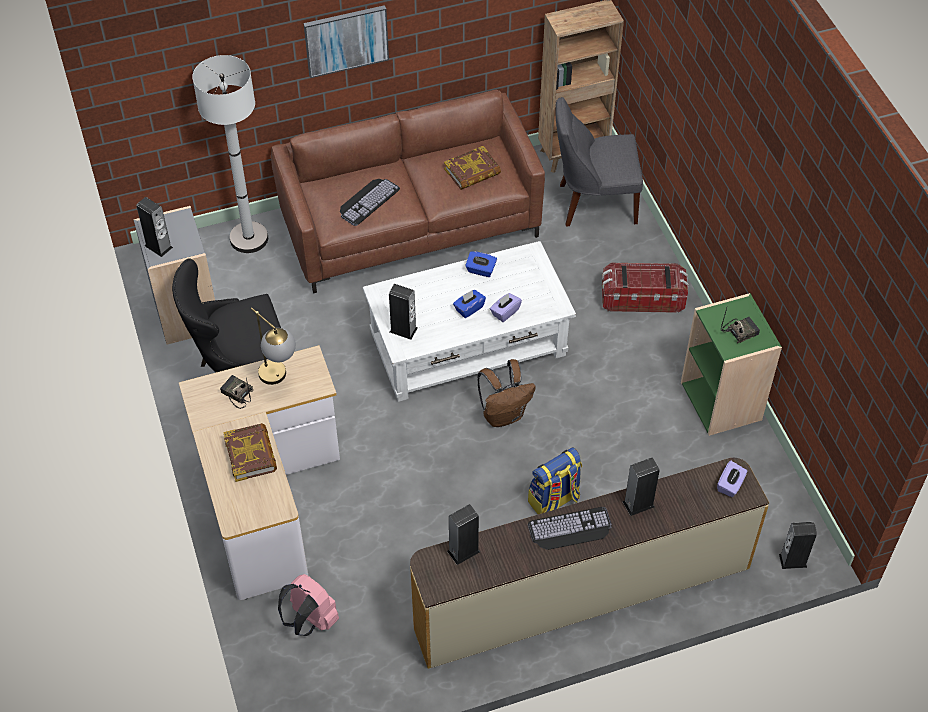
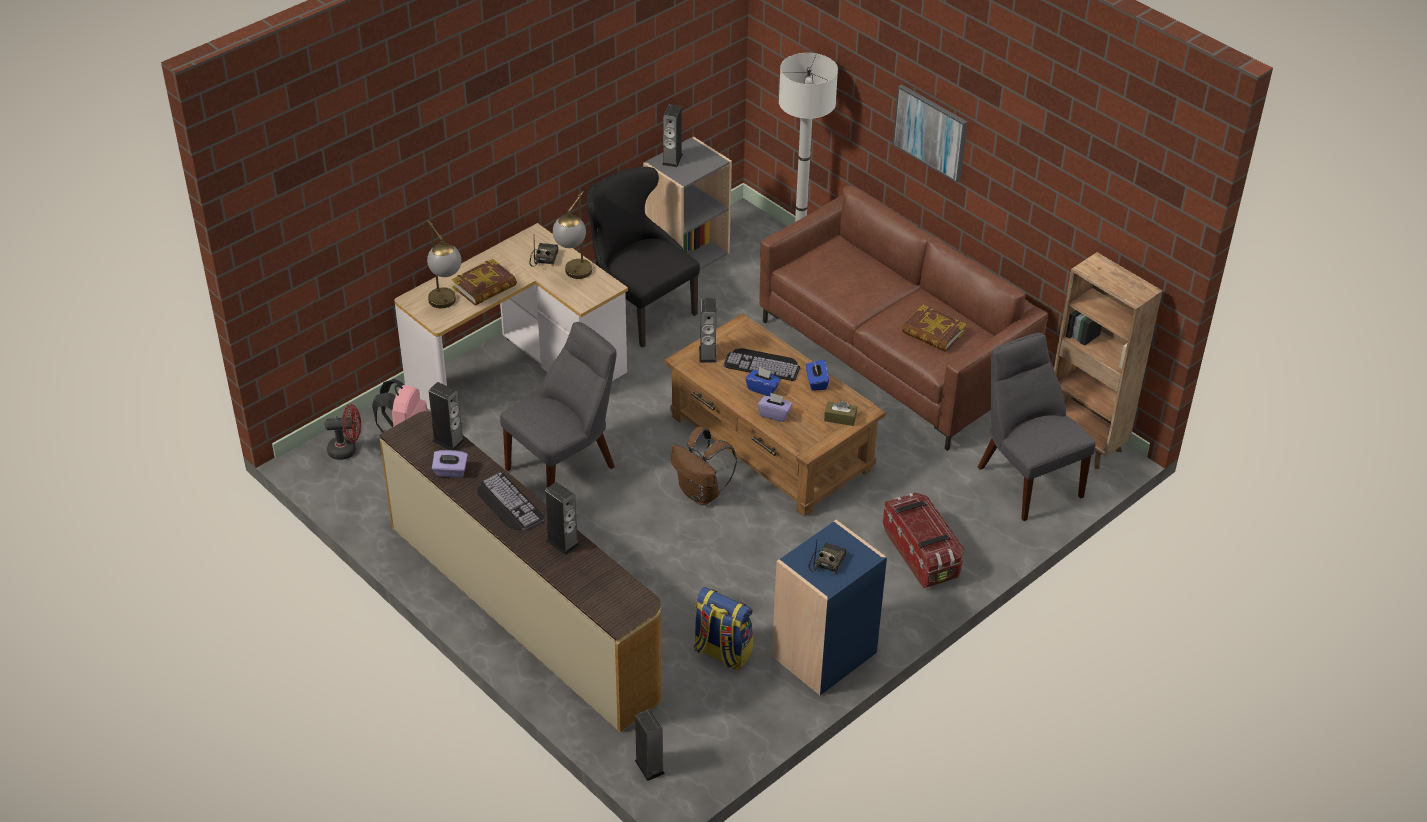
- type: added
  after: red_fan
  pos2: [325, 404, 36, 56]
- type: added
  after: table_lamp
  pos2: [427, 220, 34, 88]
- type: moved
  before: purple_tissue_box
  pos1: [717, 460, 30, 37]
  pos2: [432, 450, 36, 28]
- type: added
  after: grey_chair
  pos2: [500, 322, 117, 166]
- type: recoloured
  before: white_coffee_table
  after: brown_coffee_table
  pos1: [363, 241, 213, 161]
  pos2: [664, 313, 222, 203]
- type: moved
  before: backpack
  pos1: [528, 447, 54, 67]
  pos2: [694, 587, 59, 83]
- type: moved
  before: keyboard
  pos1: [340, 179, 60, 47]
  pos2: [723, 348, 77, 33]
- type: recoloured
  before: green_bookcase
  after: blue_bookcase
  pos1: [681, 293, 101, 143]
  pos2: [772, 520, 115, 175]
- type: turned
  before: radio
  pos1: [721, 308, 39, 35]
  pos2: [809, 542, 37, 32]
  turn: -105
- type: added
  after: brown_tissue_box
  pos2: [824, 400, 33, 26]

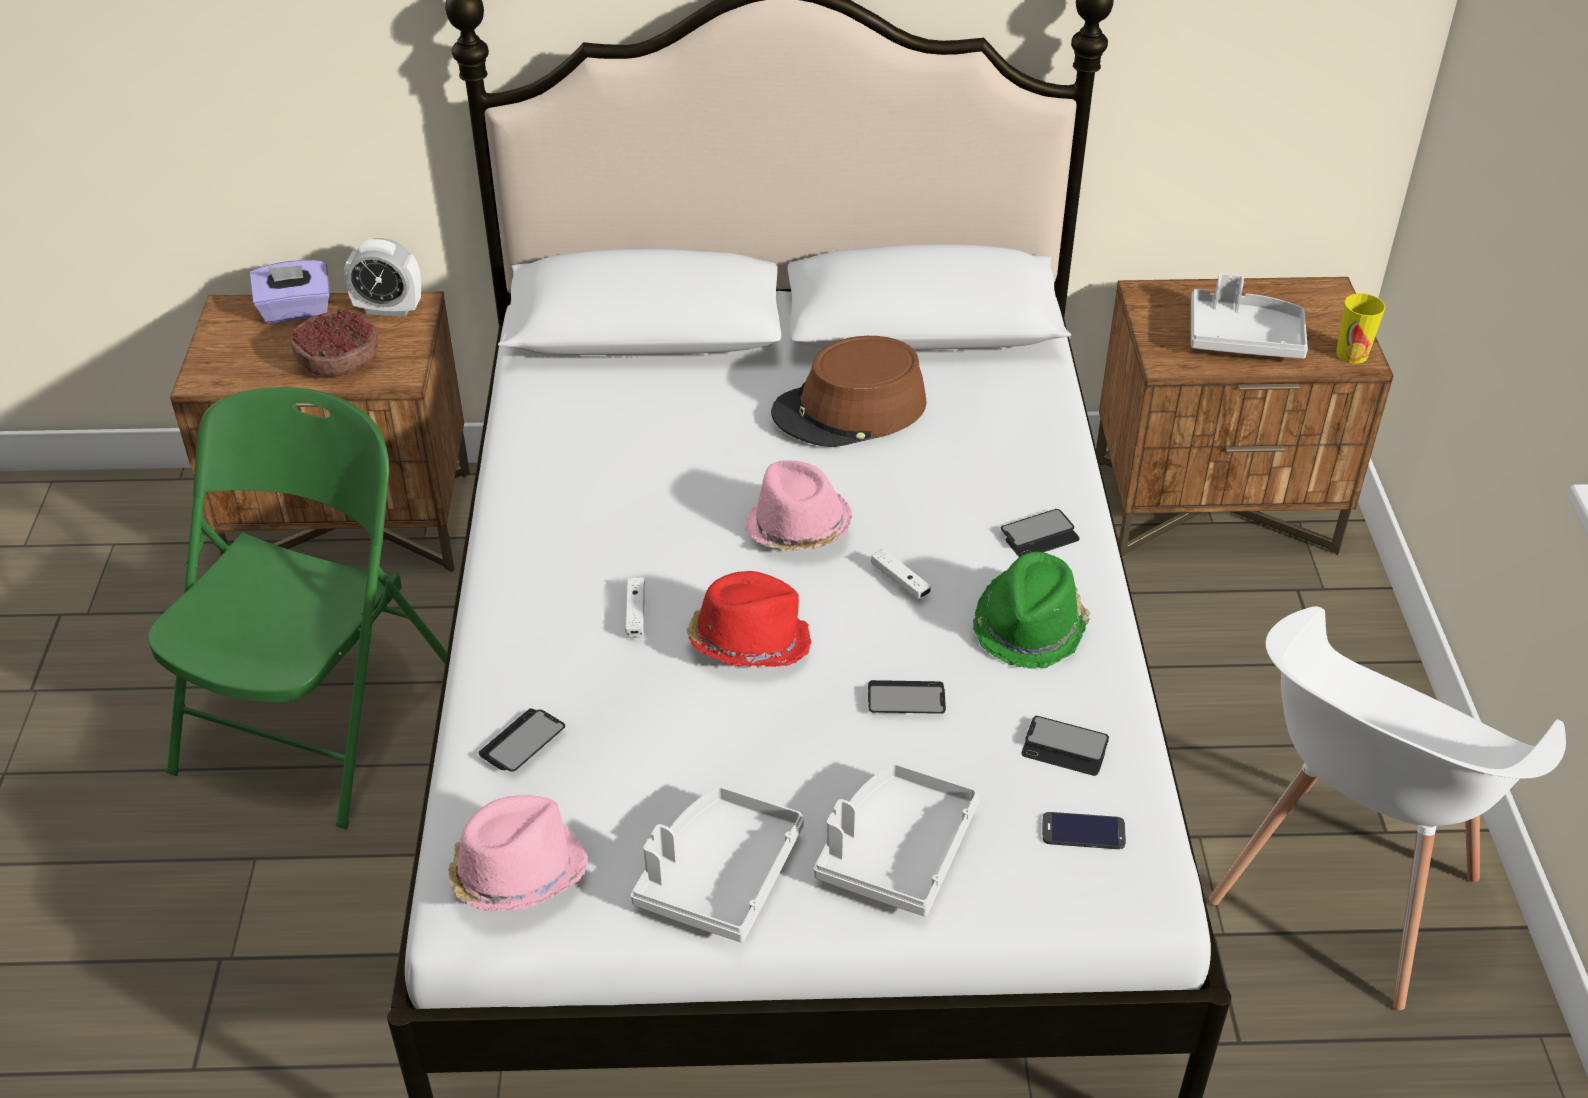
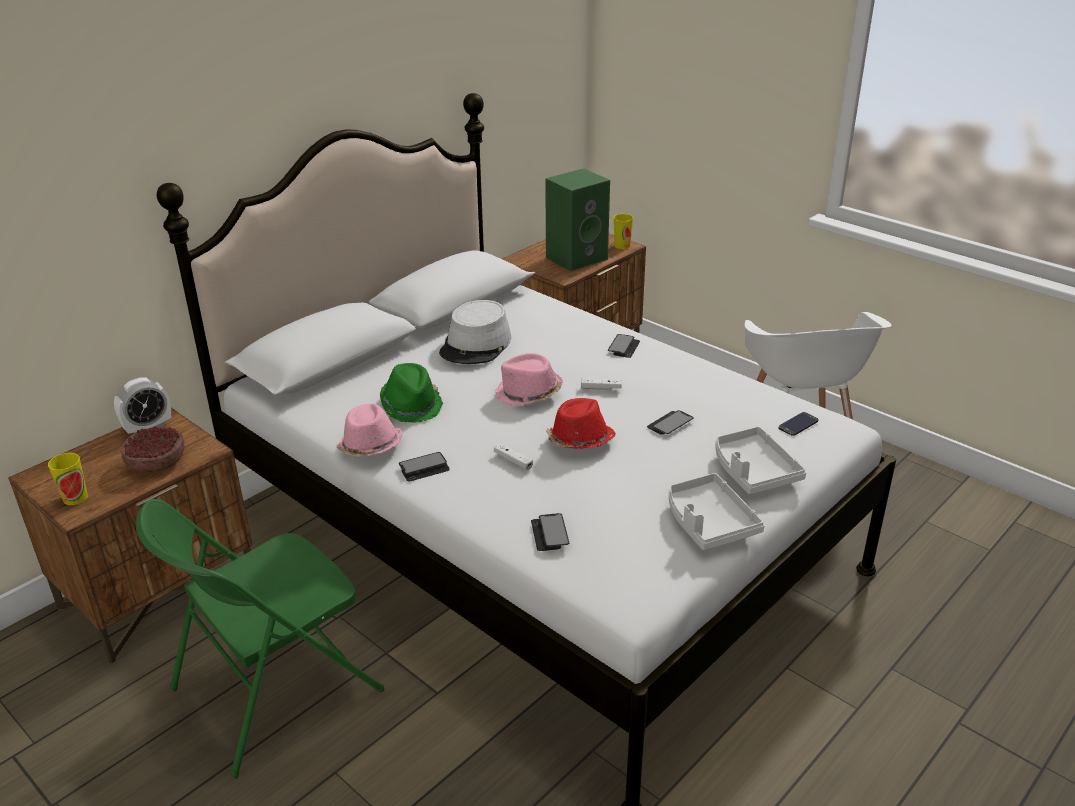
- type: added
  after: cup
  pos2: [48, 453, 40, 52]
- type: turned
  before: green_chair
  pos1: [148, 387, 299, 443]
  pos2: [136, 499, 248, 280]
  turn: -105
- type: moved
  before: pink_hat
  pos1: [448, 795, 140, 116]
  pos2: [336, 404, 67, 53]
- type: moved
  before: green_hat
  pos1: [973, 552, 117, 117]
  pos2: [380, 363, 63, 59]
- type: moved
  before: phone
  pos1: [1022, 716, 87, 60]
  pos2: [399, 452, 51, 30]
- type: recoloured
  before: brown_hat
  after: grey_hat
  pos1: [771, 336, 156, 111]
  pos2: [439, 300, 72, 64]
- type: replaced
  before: grey_tray
  after: green_speaker
  pos1: [1191, 273, 117, 86]
  pos2: [545, 168, 65, 103]
- type: removed
  before: purple_tissue_box
  pos1: [250, 260, 80, 63]

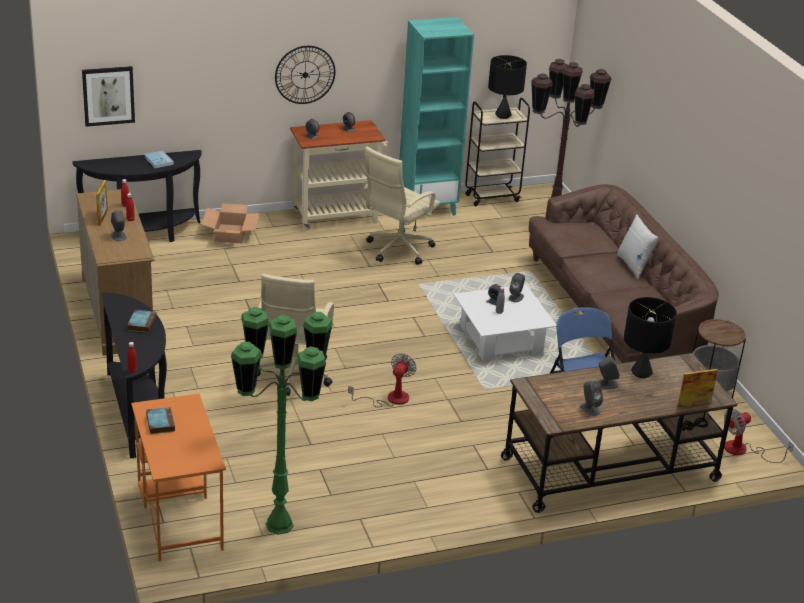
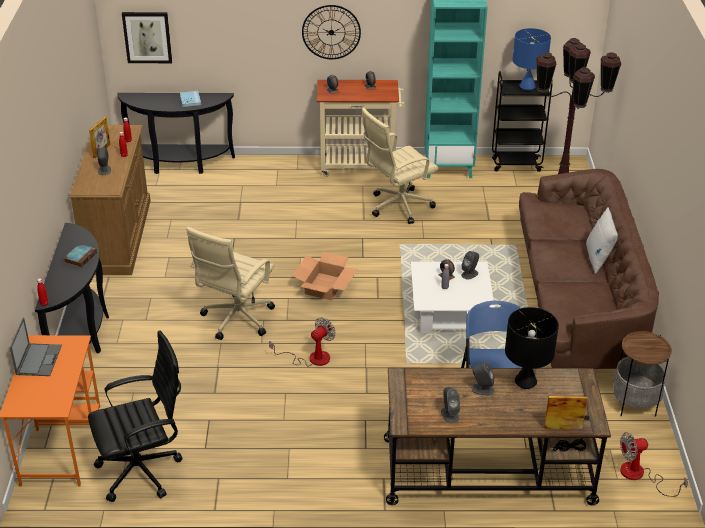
- type: replaced
  before: book
  after: laptop
  pos1: [146, 407, 29, 27]
  pos2: [10, 318, 52, 58]
- type: replaced
  before: green_floor_lamp
  after: black_office_chair
  pos1: [231, 307, 102, 228]
  pos2: [88, 330, 95, 172]
- type: moved
  before: cardboard_box
  pos1: [202, 203, 58, 40]
  pos2: [292, 252, 66, 49]
- type: recoloured
  before: beige_cart
  after: black_cart
  pos1: [465, 98, 65, 108]
  pos2: [492, 71, 61, 101]
- type: recoloured
  before: black_table_lamp
  after: blue_table_lamp
  pos1: [488, 55, 39, 64]
  pos2: [513, 28, 38, 63]

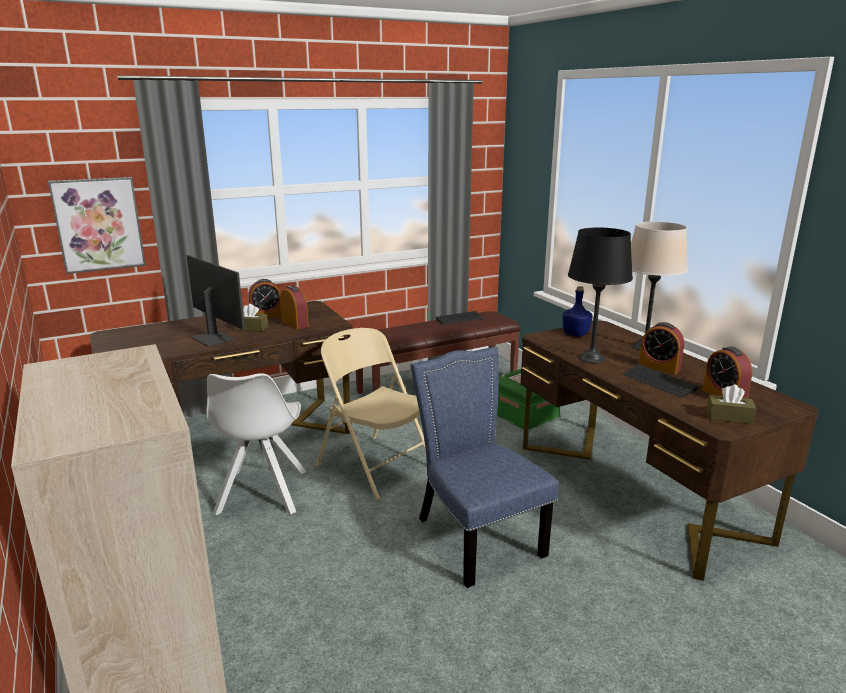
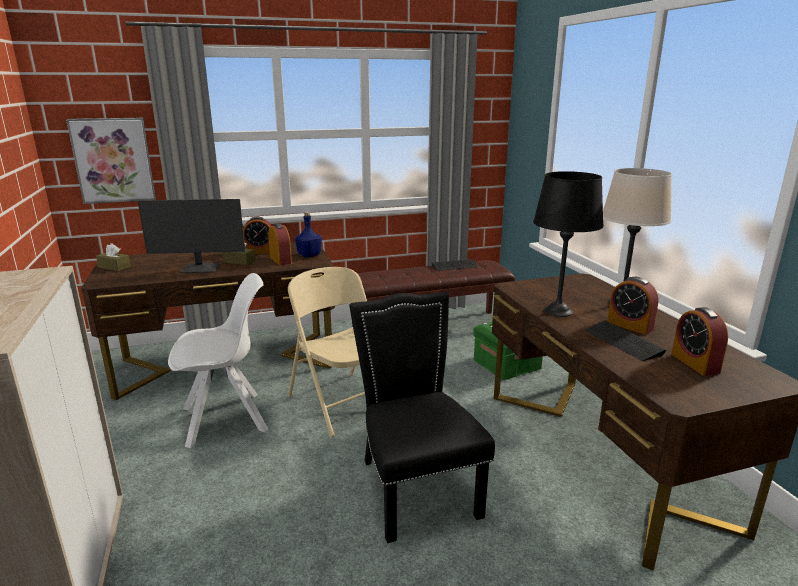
- type: moved
  before: brown_tissue_box
  pos1: [706, 385, 50, 39]
  pos2: [96, 243, 35, 28]
- type: turned
  before: monitor
  pos1: [187, 255, 58, 92]
  pos2: [138, 199, 107, 74]
  turn: 120
- type: turned
  before: white_chair
  pos1: [206, 373, 101, 143]
  pos2: [168, 273, 100, 175]
  turn: -120
- type: moved
  before: blue_bottle
  pos1: [563, 286, 30, 51]
  pos2: [295, 212, 27, 45]
- type: recoloured
  before: blue_chair
  after: black_chair
  pos1: [410, 347, 149, 241]
  pos2: [349, 292, 146, 251]

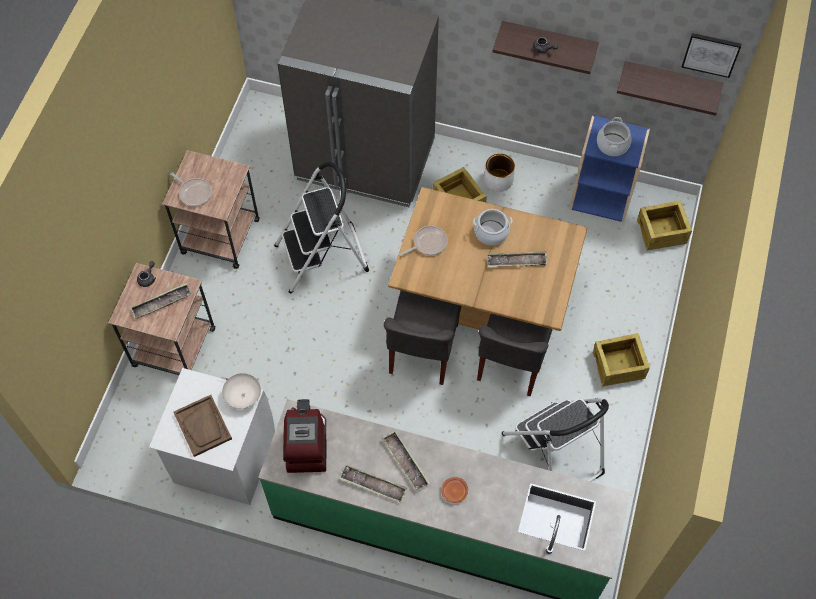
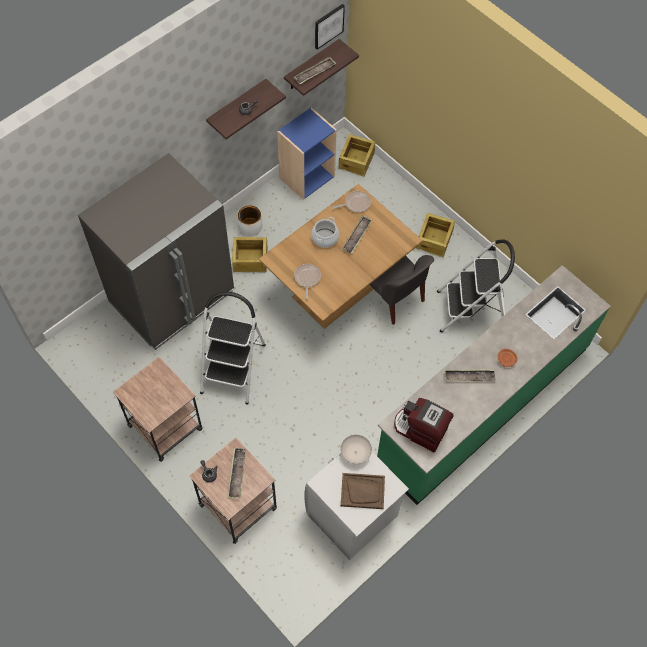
- type: moved
  before: tray
  pos1: [340, 465, 67, 37]
  pos2: [293, 56, 43, 28]
- type: moved
  before: frying_pan
  pos1: [170, 172, 42, 35]
  pos2: [332, 191, 39, 22]
- type: removed
  before: grey_chair
  pos1: [384, 291, 77, 94]
- type: removed
  before: cooking_pot
  pos1: [597, 117, 34, 39]

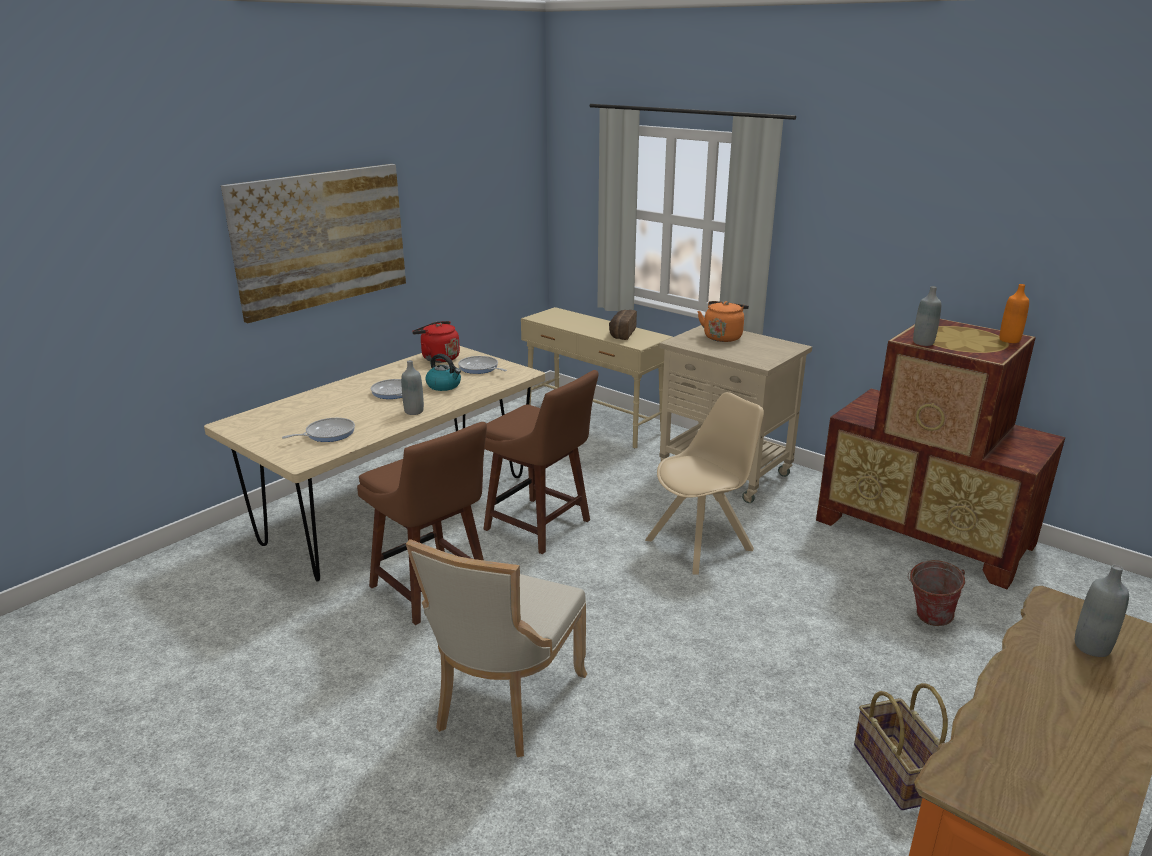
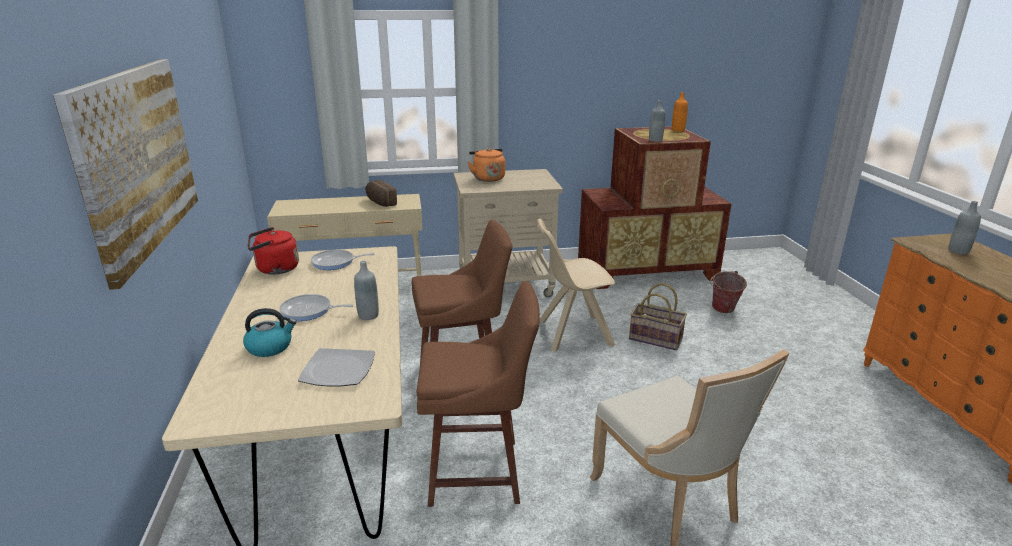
- type: moved
  before: kettle
  pos1: [425, 354, 36, 37]
  pos2: [243, 308, 54, 49]
- type: replaced
  before: frying_pan
  after: plate
  pos1: [282, 418, 73, 24]
  pos2: [298, 348, 77, 39]
- type: turned
  before: beige_chair
  pos1: [645, 392, 119, 183]
  pos2: [537, 219, 78, 133]
  turn: -105
- type: moved
  before: basket
  pos1: [854, 683, 94, 127]
  pos2: [629, 283, 58, 67]

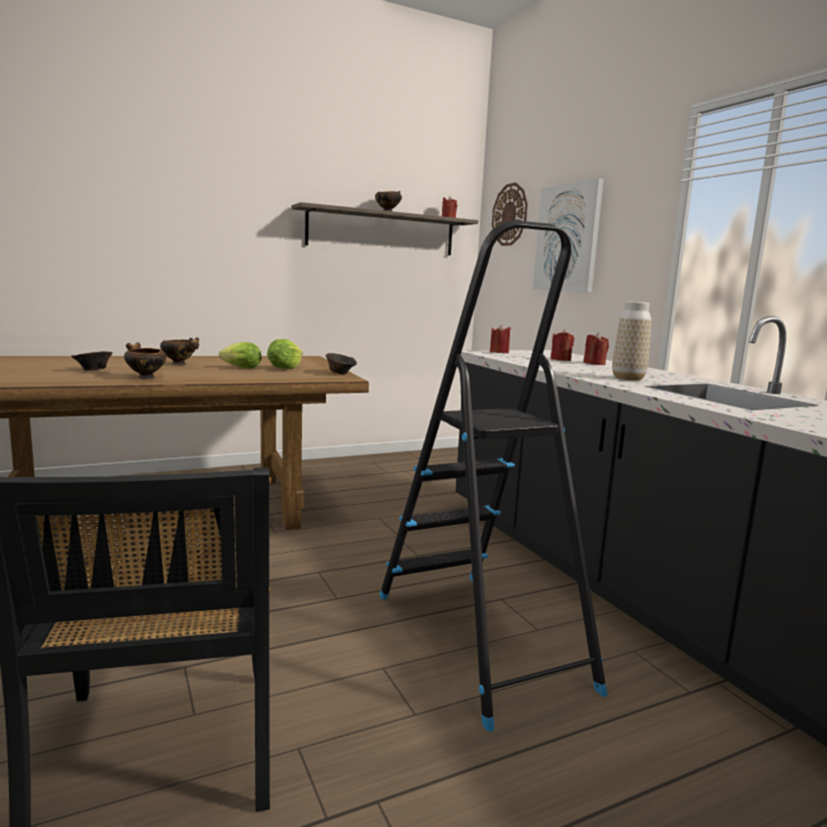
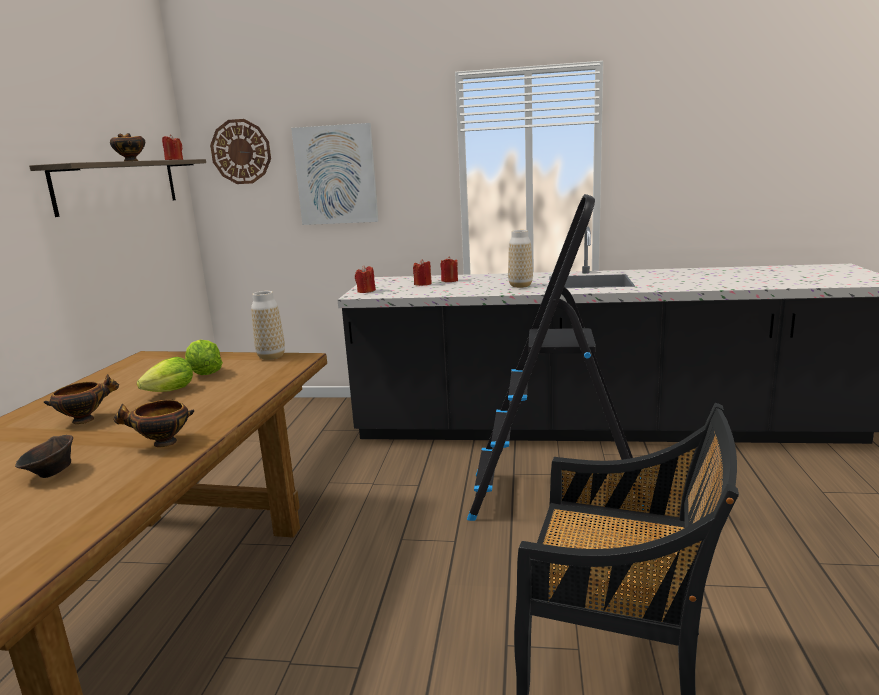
- type: replaced
  before: brown_bowl
  after: vase
  pos1: [325, 353, 32, 21]
  pos2: [251, 291, 34, 69]

